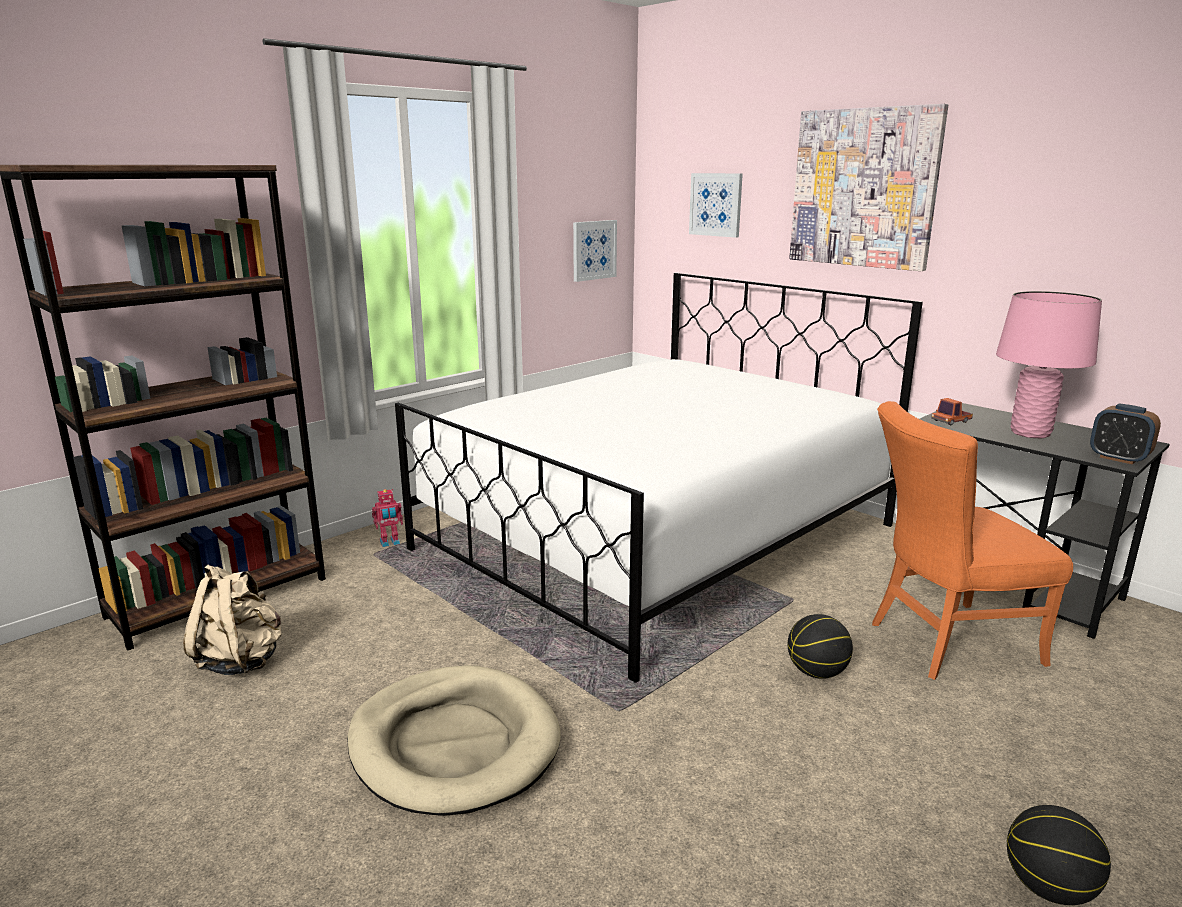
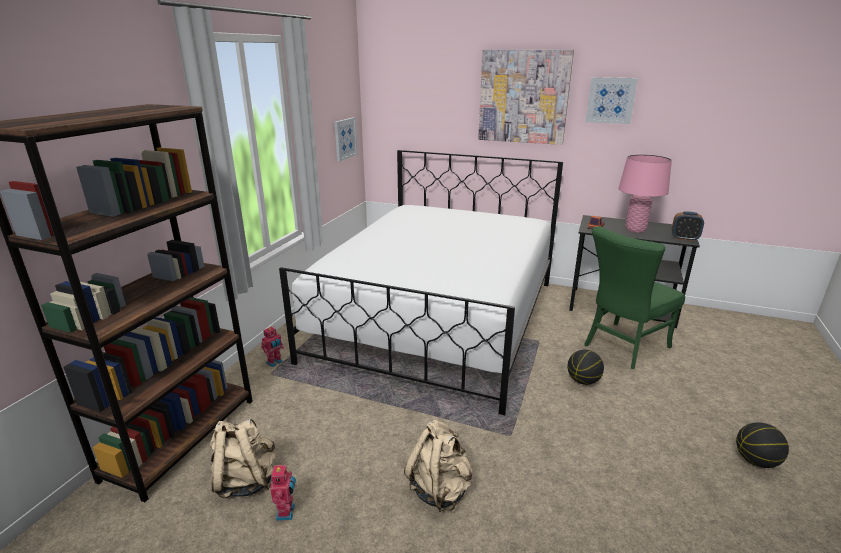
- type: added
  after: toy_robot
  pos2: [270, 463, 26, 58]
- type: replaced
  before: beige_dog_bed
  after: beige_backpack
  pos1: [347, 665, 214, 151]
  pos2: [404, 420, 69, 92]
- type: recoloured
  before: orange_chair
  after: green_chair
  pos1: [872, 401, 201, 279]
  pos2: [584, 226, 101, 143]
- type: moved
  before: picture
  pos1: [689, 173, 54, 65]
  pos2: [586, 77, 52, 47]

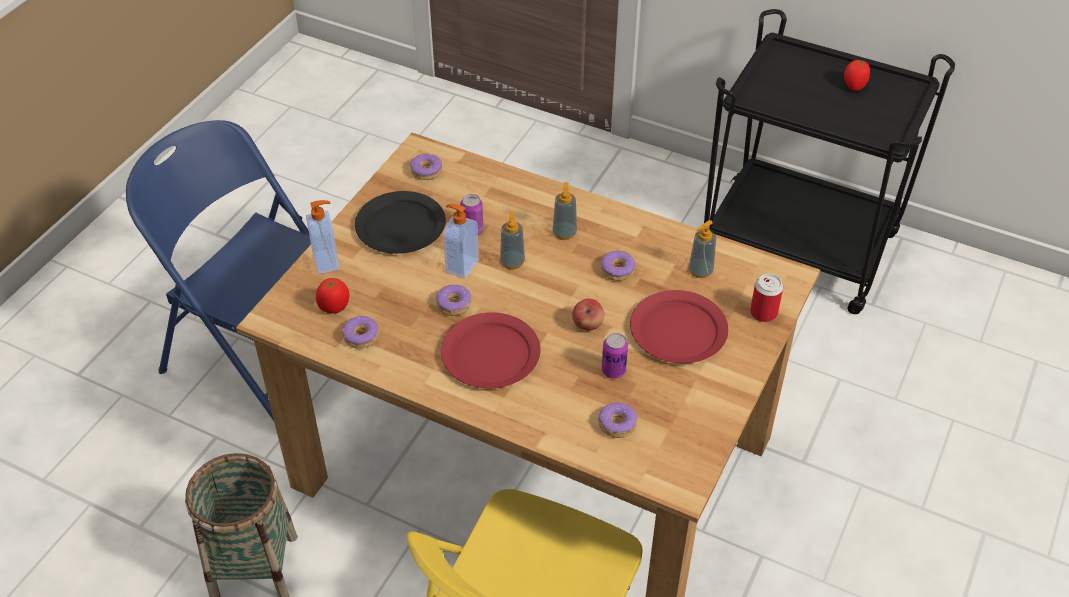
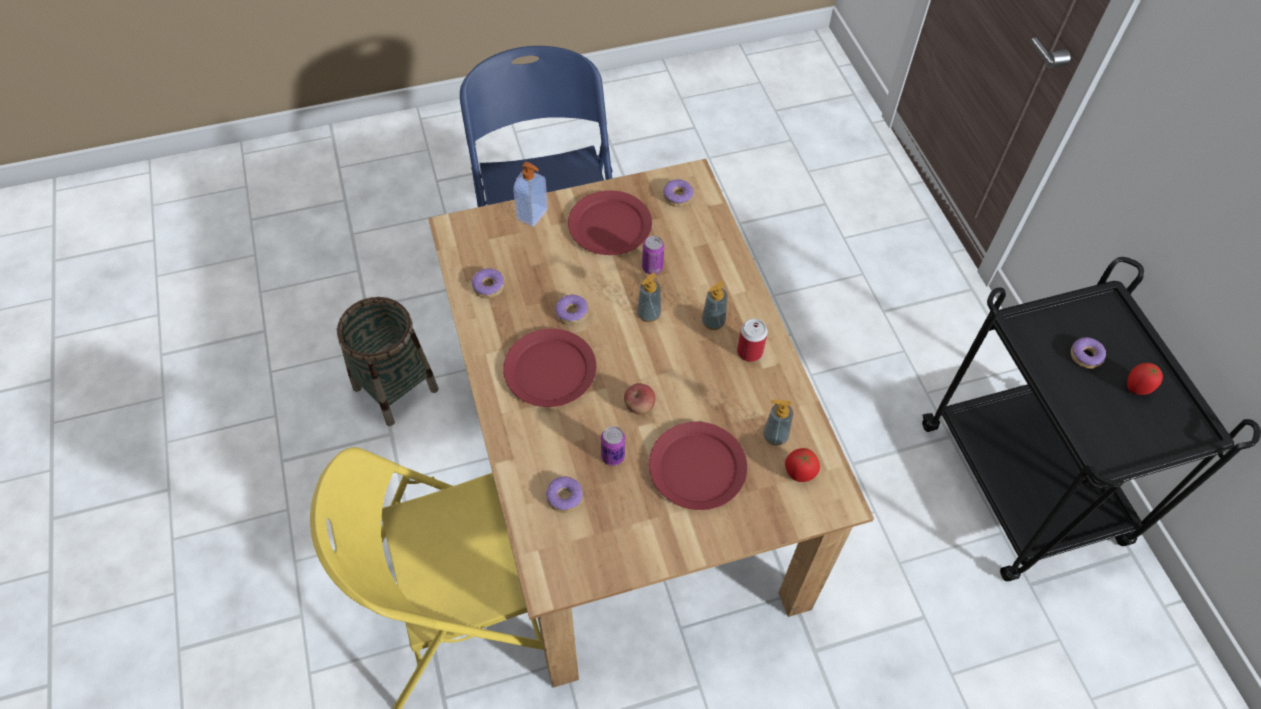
- type: recoloured
  before: black_plate
  after: red_plate
  pos1: [355, 191, 91, 63]
  pos2: [568, 190, 84, 65]
- type: moved
  before: can
  pos1: [750, 273, 33, 49]
  pos2: [737, 319, 31, 43]
- type: moved
  before: tomato
  pos1: [316, 278, 33, 36]
  pos2: [785, 448, 35, 34]
- type: moved
  before: donut
  pos1: [601, 251, 35, 30]
  pos2: [1071, 337, 36, 32]
- type: removed
  before: soap_dispenser
  pos1: [443, 204, 36, 75]

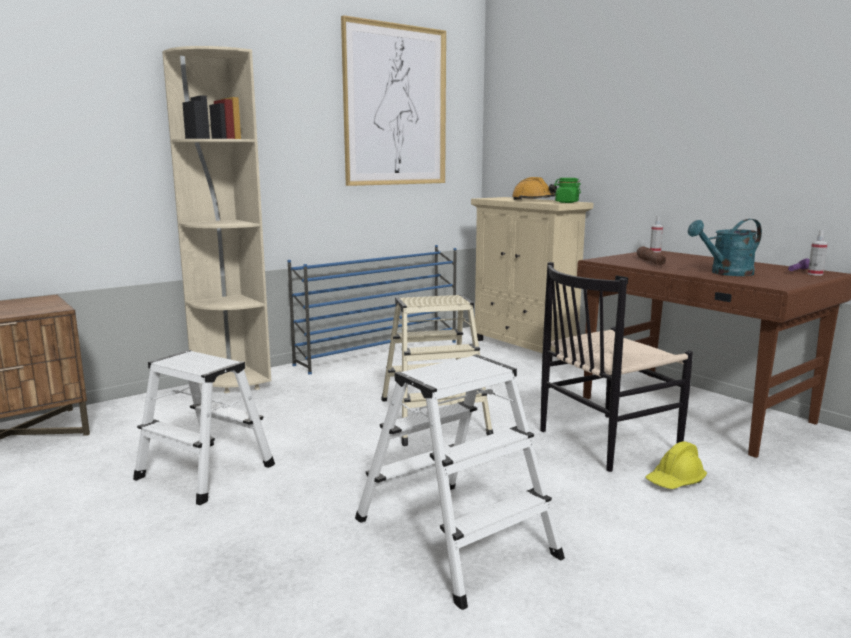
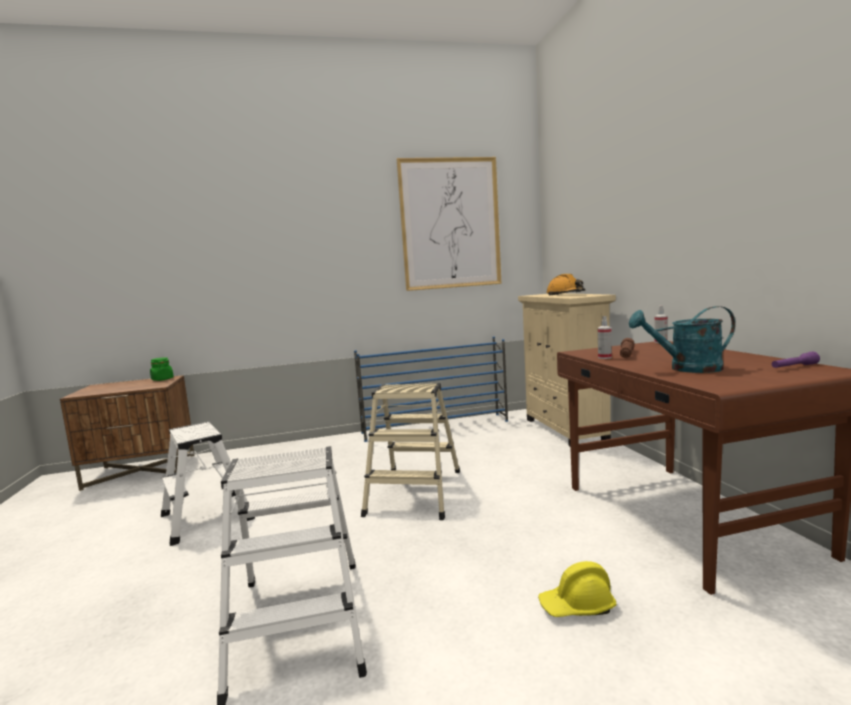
- type: moved
  before: green_jar
  pos1: [554, 178, 27, 25]
  pos2: [150, 357, 24, 24]
- type: moved
  before: spray_bottle
  pos1: [808, 230, 20, 46]
  pos2: [598, 316, 14, 43]
- type: removed
  before: beige_bookcase
  pos1: [162, 46, 109, 347]
- type: removed
  before: black_chair
  pos1: [540, 262, 153, 210]

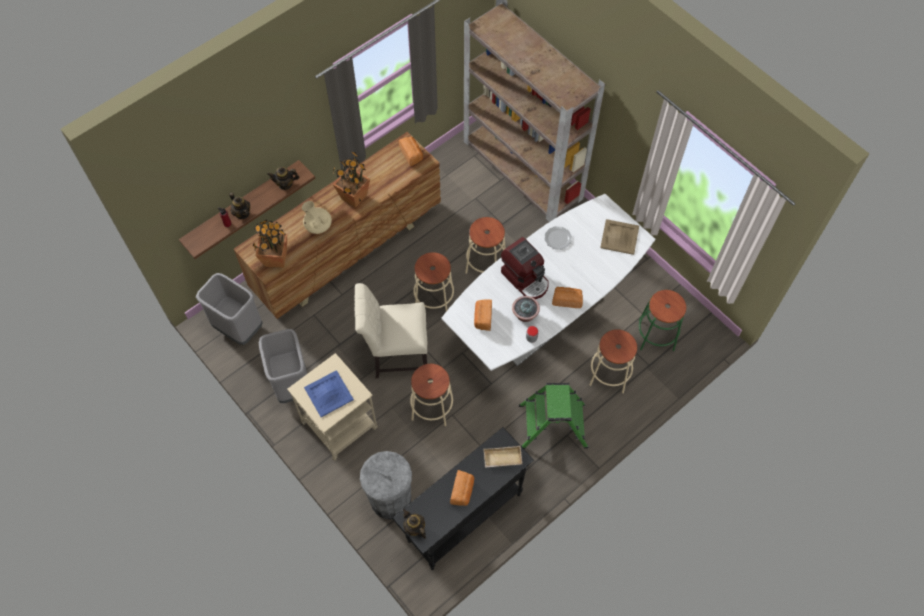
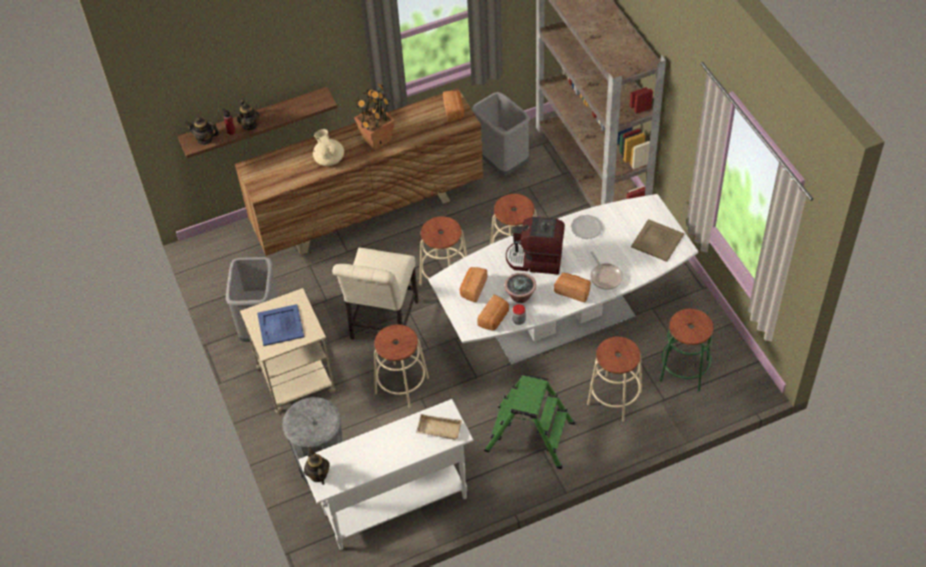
- type: moved
  before: teapot
  pos1: [267, 167, 32, 23]
  pos2: [185, 117, 35, 28]
- type: recoloured
  before: black_console_table
  after: white_console_table
  pos1: [392, 427, 142, 143]
  pos2: [298, 399, 176, 151]
- type: turned
  before: beige_chair
  pos1: [355, 283, 72, 95]
  pos2: [332, 248, 87, 92]
  turn: -90
- type: moved
  before: grey_trash_can
  pos1: [196, 273, 66, 72]
  pos2: [472, 92, 58, 84]
- type: moved
  before: bread
  pos1: [450, 470, 24, 36]
  pos2: [477, 294, 32, 37]
- type: turned
  before: coffee_machine
  pos1: [501, 237, 48, 62]
  pos2: [506, 217, 59, 57]
  turn: 120
- type: added
  after: frying_pan
  pos2: [590, 251, 33, 39]
- type: removed
  before: potted_plant
  pos1: [253, 220, 34, 48]

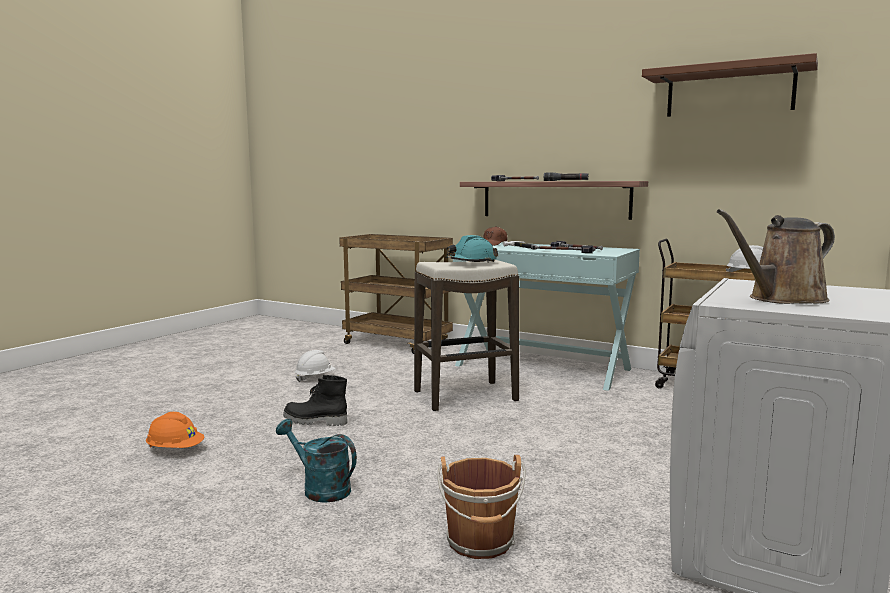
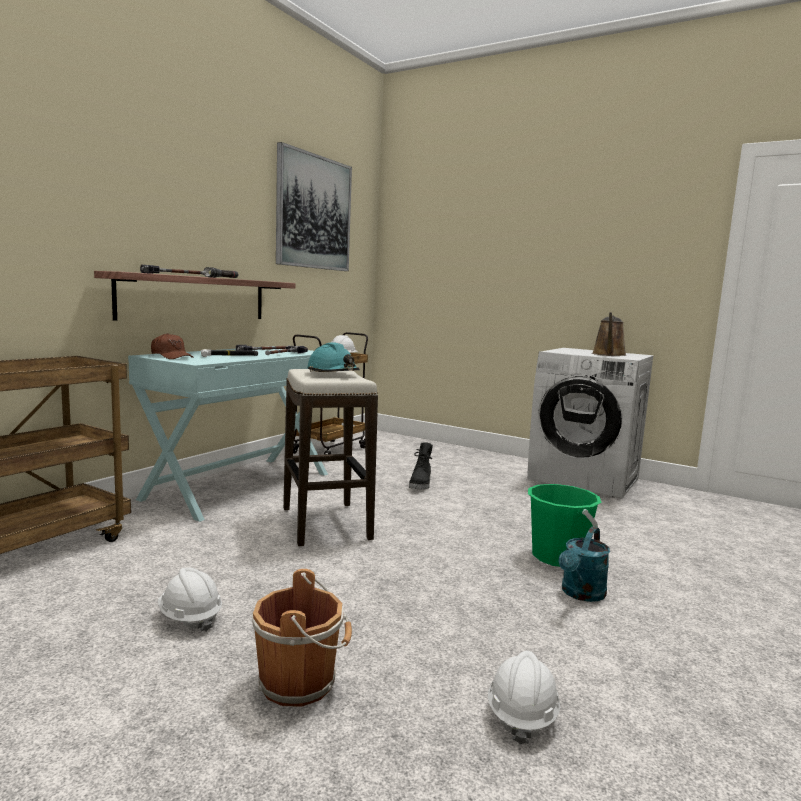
- type: moved
  before: brown_bucket
  pos1: [437, 455, 89, 104]
  pos2: [252, 569, 100, 137]
- type: replaced
  before: brown_shelf
  after: picture
  pos1: [642, 53, 176, 64]
  pos2: [276, 142, 76, 129]
- type: moved
  before: black_boot
  pos1: [283, 375, 64, 51]
  pos2: [409, 442, 24, 47]
- type: recoloured
  before: orange_hard_hat
  after: white_hard_hat
  pos1: [146, 412, 58, 36]
  pos2: [488, 650, 72, 95]
- type: added
  after: green_bucket
  pos2: [528, 484, 73, 83]
- type: turned
  before: brown_watering_can
  pos1: [717, 209, 118, 95]
  pos2: [592, 312, 34, 44]
  turn: 45

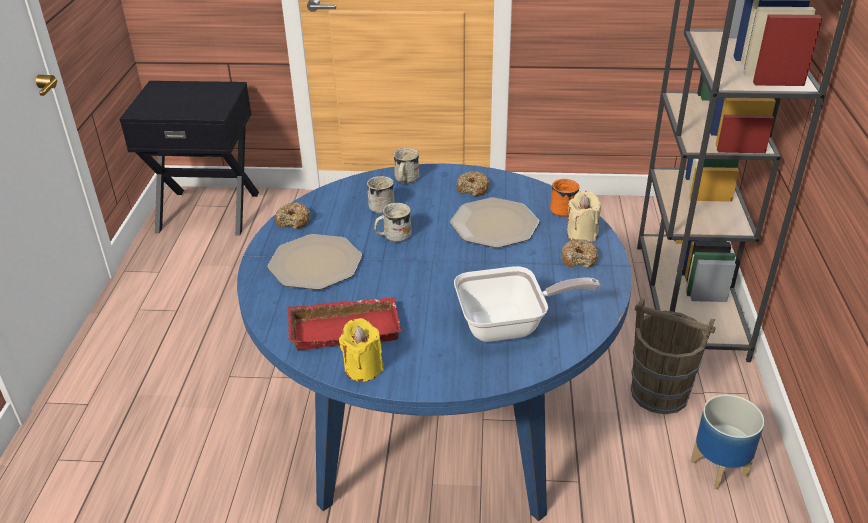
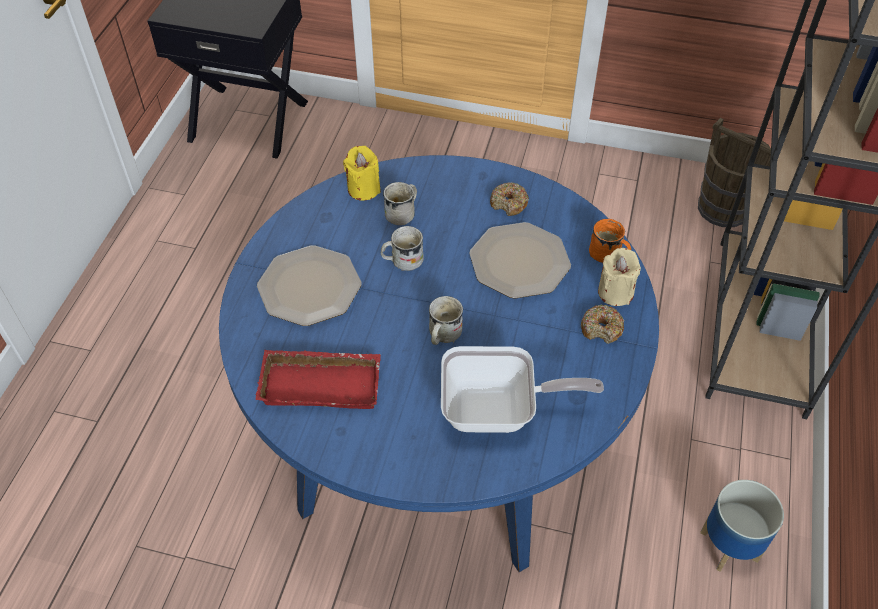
- type: moved
  before: yellow_candle
  pos1: [339, 318, 45, 64]
  pos2: [343, 146, 38, 55]
- type: moved
  before: white_mug
  pos1: [394, 148, 25, 35]
  pos2: [429, 296, 34, 49]
- type: moved
  before: brown_bucket
  pos1: [631, 298, 84, 116]
  pos2: [698, 118, 73, 109]
- type: removed
  before: donut
  pos1: [276, 202, 34, 27]

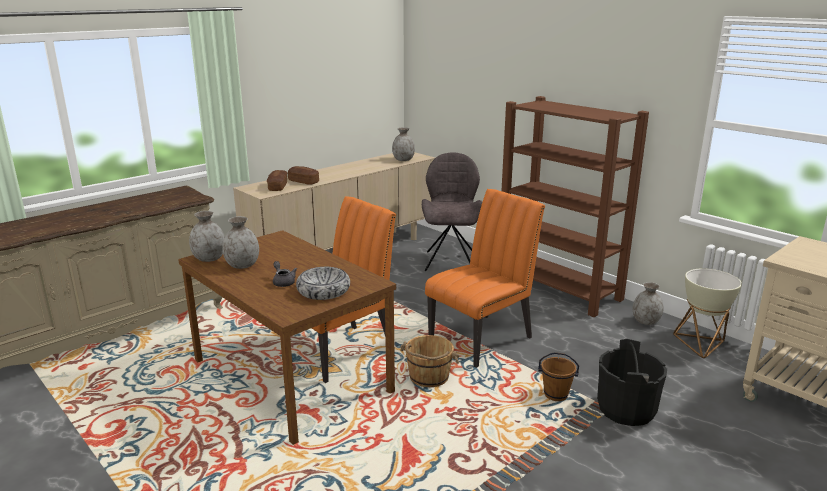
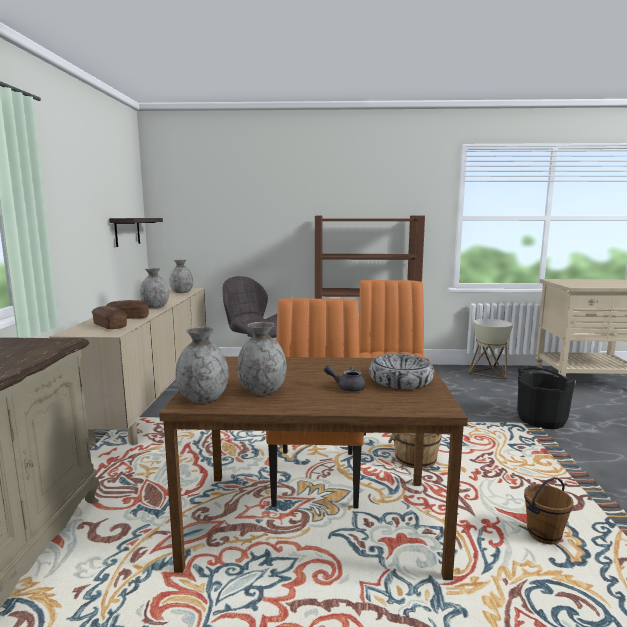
- type: added
  after: shelf
  pos2: [109, 218, 54, 29]
- type: moved
  before: grey_vase
  pos1: [633, 282, 31, 43]
  pos2: [140, 268, 29, 40]
- type: moved
  before: brown_bucket
  pos1: [538, 352, 41, 49]
  pos2: [524, 477, 50, 68]

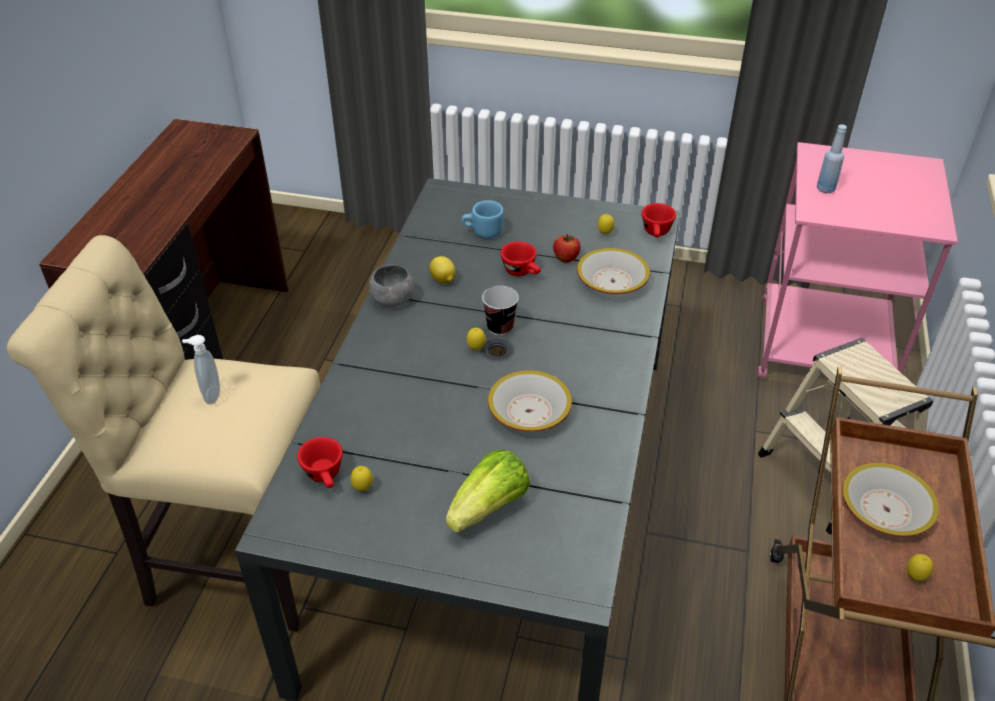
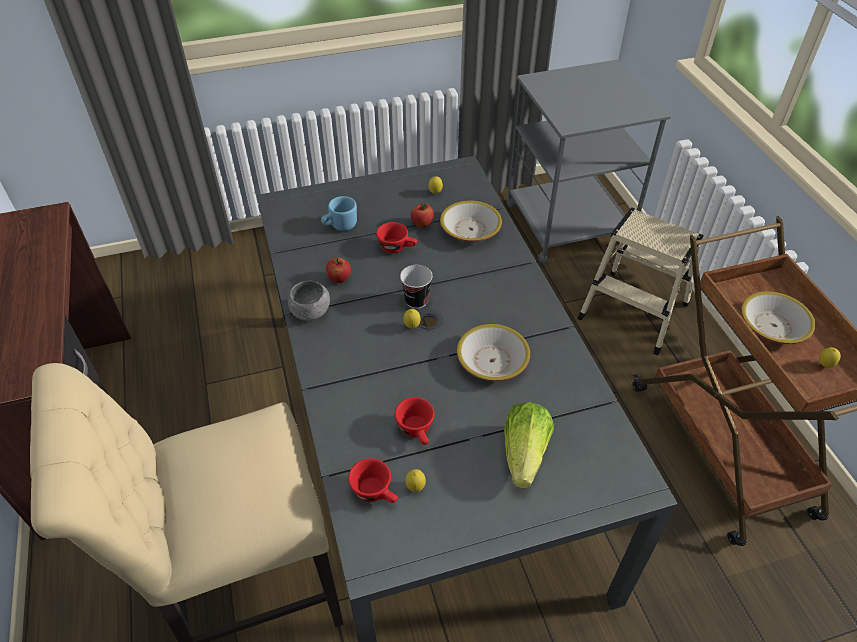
- type: replaced
  before: lemon
  after: apple
  pos1: [429, 256, 27, 28]
  pos2: [326, 257, 25, 26]
- type: moved
  before: red_cup
  pos1: [641, 203, 35, 34]
  pos2: [395, 397, 40, 48]
- type: recoloured
  before: pink_cart
  after: grey_cart
  pos1: [757, 142, 201, 236]
  pos2: [506, 60, 165, 203]
- type: removed
  before: soap_dispenser
  pos1: [182, 335, 38, 69]
- type: removed
  before: blue_bottle
  pos1: [817, 124, 30, 69]

